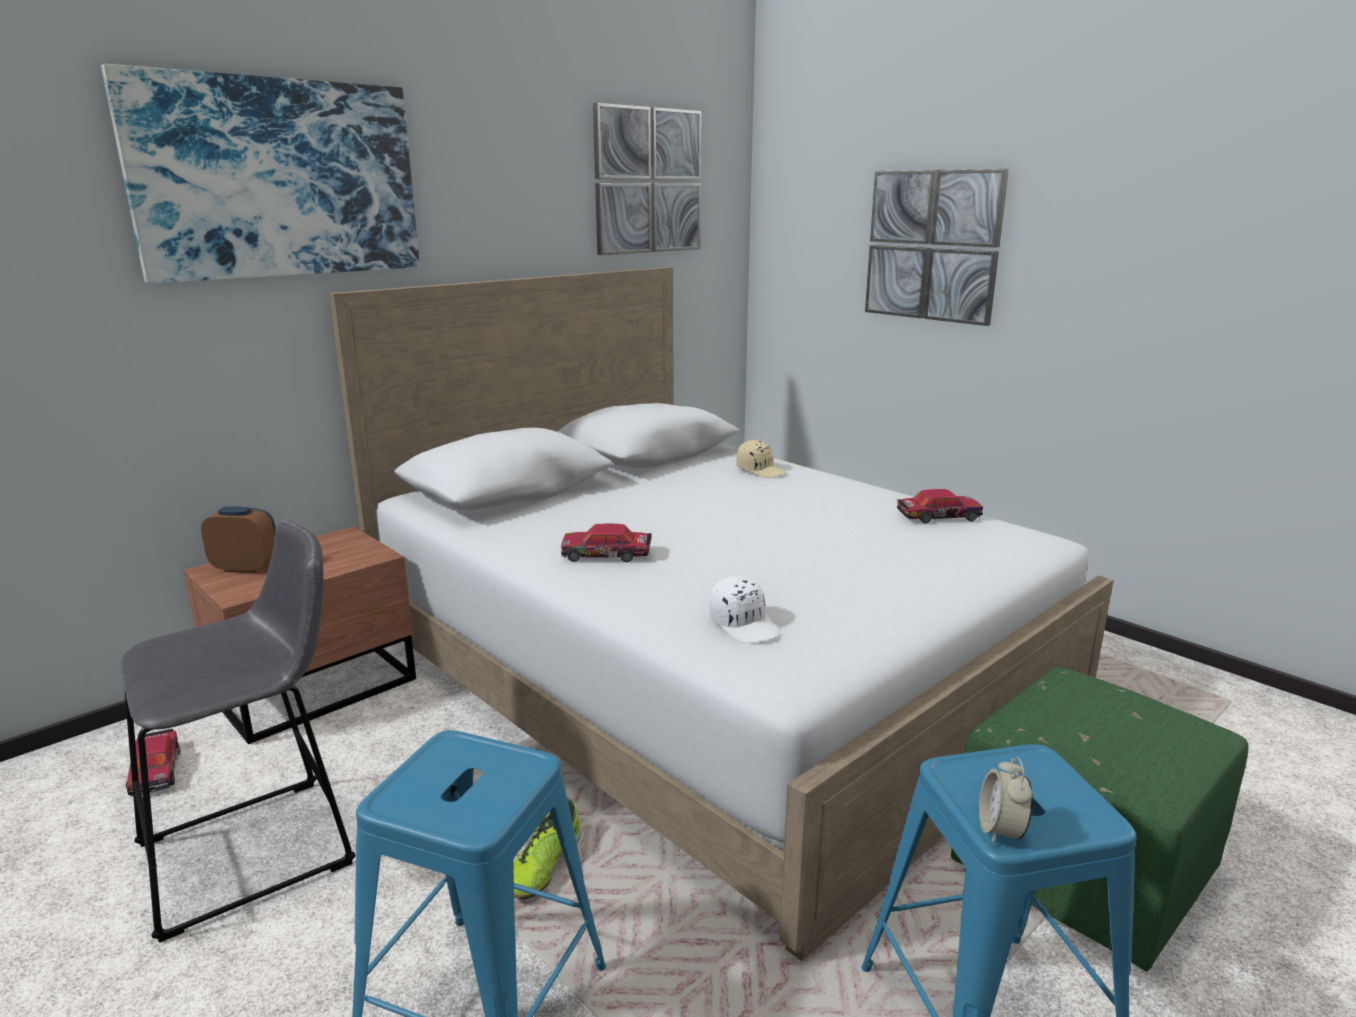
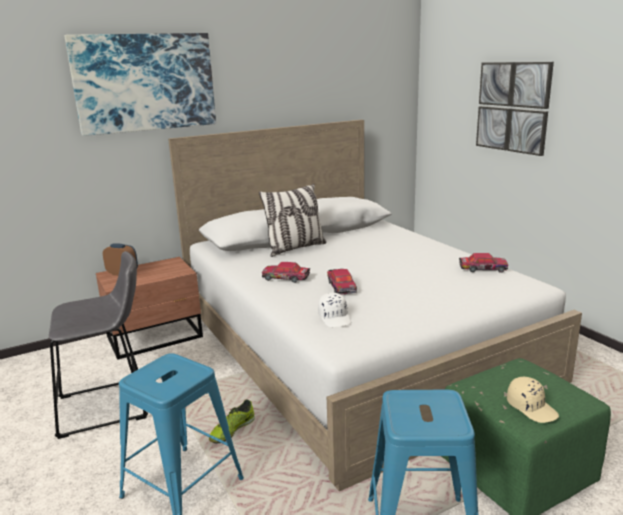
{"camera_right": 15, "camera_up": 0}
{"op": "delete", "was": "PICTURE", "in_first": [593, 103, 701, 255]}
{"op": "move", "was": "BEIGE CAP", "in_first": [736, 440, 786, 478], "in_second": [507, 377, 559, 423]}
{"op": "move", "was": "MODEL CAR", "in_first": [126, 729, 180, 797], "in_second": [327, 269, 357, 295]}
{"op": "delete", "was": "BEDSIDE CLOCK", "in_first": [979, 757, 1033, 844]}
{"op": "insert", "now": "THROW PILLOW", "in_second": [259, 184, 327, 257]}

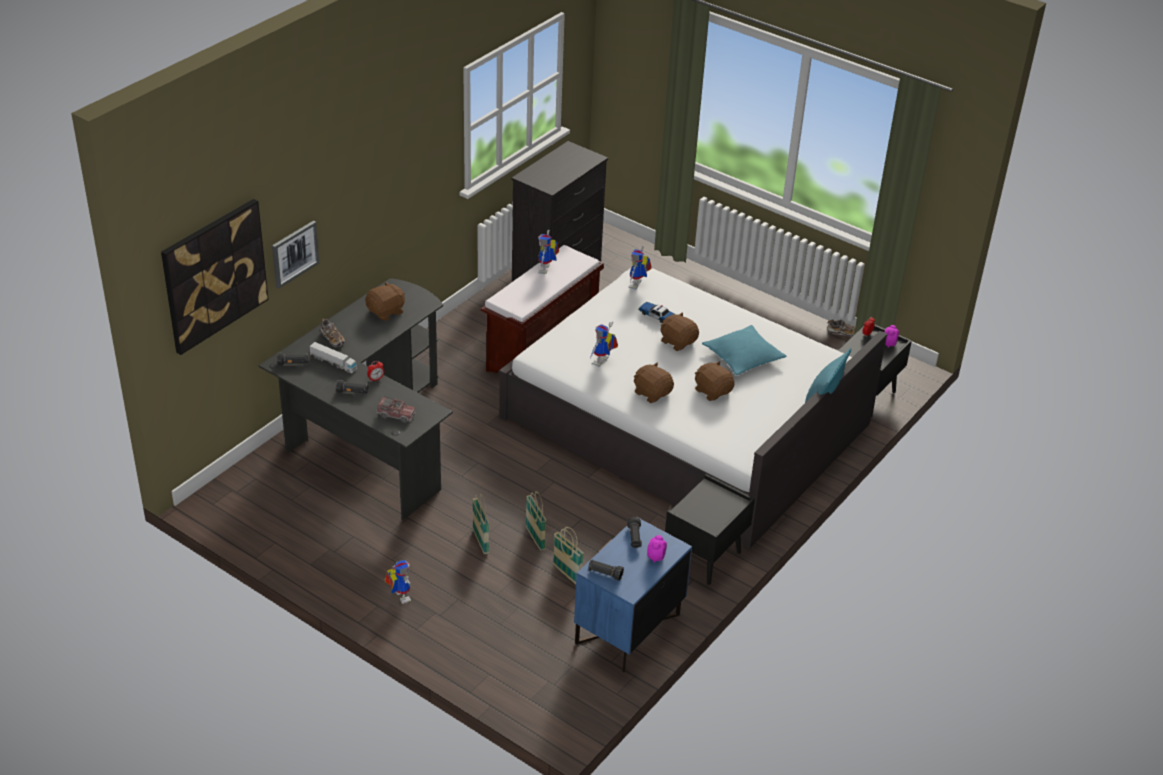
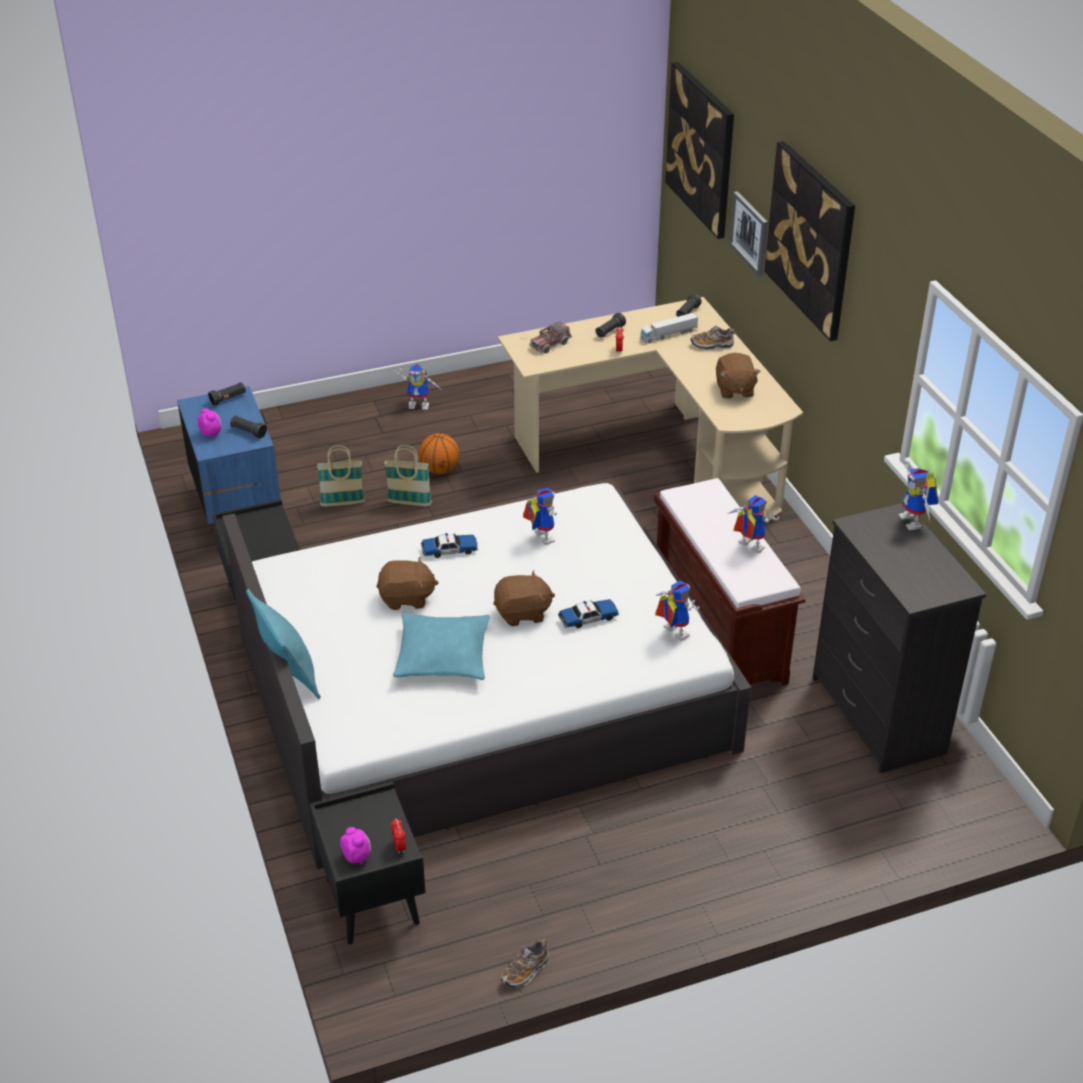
{"camera_right": 125, "camera_up": 0}
{"op": "recolor", "was": "BLACKISH DESK UNIT", "now": "BEIGE DESK UNIT", "in_first": [259, 278, 453, 520], "in_second": [498, 297, 803, 522]}
{"op": "replace", "was": "BROWN SOFT TOY", "now": "MODEL CAR", "in_first": [634, 362, 674, 403], "in_second": [421, 533, 478, 558]}
{"op": "replace", "was": "BASKET", "now": "BASKETBALL", "in_first": [472, 494, 489, 554], "in_second": [419, 433, 459, 474]}
{"op": "insert", "now": "PICTURE", "in_second": [764, 141, 855, 341]}
{"op": "insert", "now": "MODEL ROBOT", "in_second": [899, 460, 938, 531]}

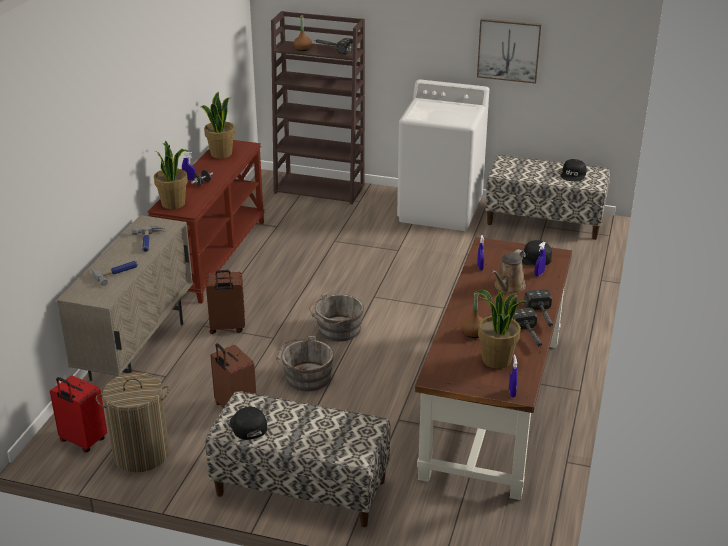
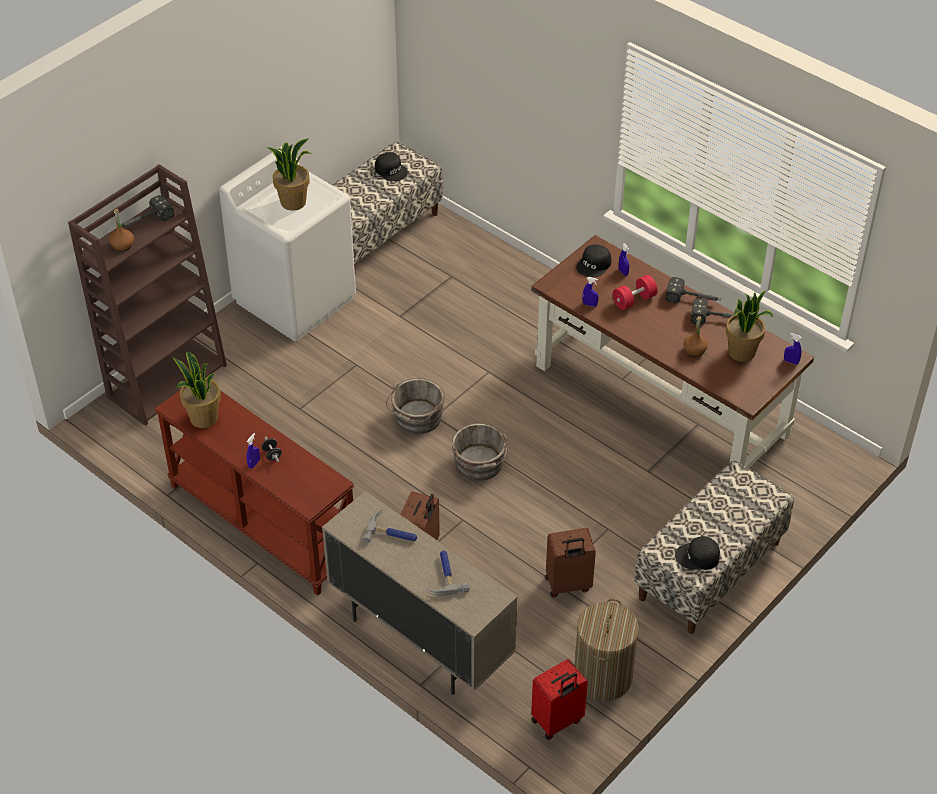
{"camera_right": -65, "camera_up": 15}
{"op": "delete", "was": "PICTURE", "in_first": [477, 18, 542, 84]}
{"op": "move", "was": "PLANT IN A POT", "in_first": [154, 140, 188, 209], "in_second": [267, 139, 311, 211]}
{"op": "replace", "was": "BROWN WATERING CAN", "now": "RED-COLOURED FREE WEIGHT", "in_first": [492, 249, 526, 294], "in_second": [613, 275, 658, 310]}
{"op": "move", "was": "GREYISH PAIL", "in_first": [276, 336, 334, 391], "in_second": [386, 378, 445, 434]}

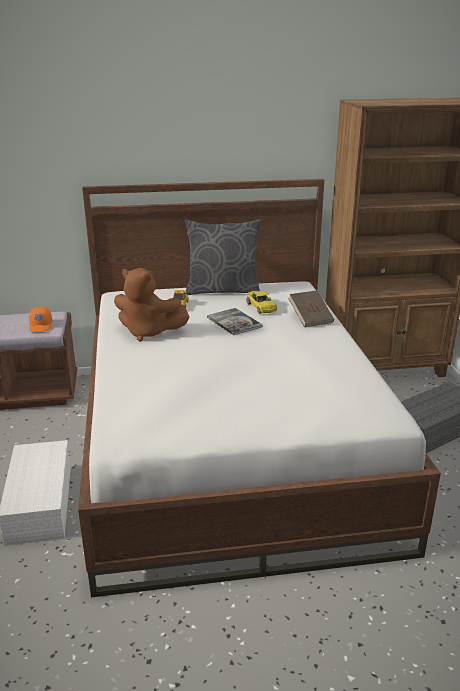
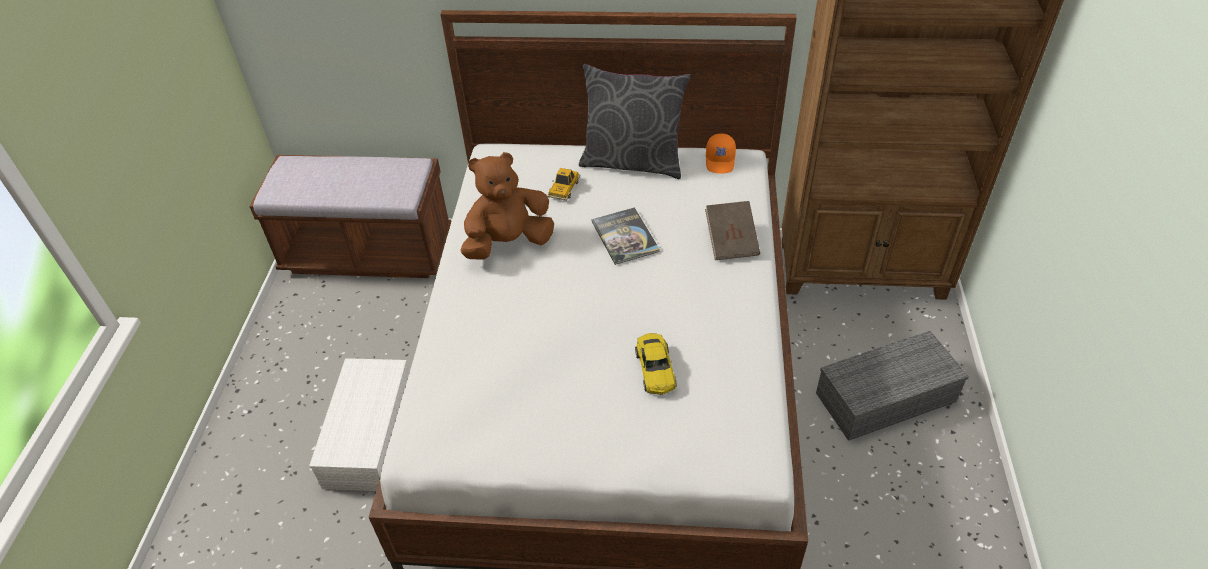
{"camera_right": 15, "camera_up": 20}
{"op": "rotate", "was": "BROWN SOFT TOY", "in_first": [114, 268, 189, 342], "in_second": [460, 152, 554, 260], "clockwise": 120}
{"op": "move", "was": "YELLOW-COLOURED MODEL CAR", "in_first": [246, 291, 277, 314], "in_second": [635, 333, 677, 395]}
{"op": "move", "was": "ORANGE CAP", "in_first": [29, 307, 52, 332], "in_second": [706, 133, 736, 174]}

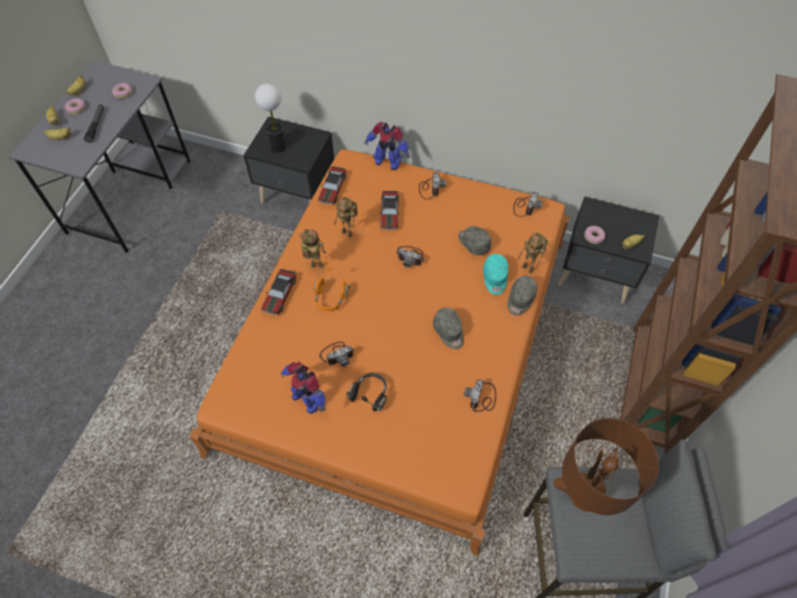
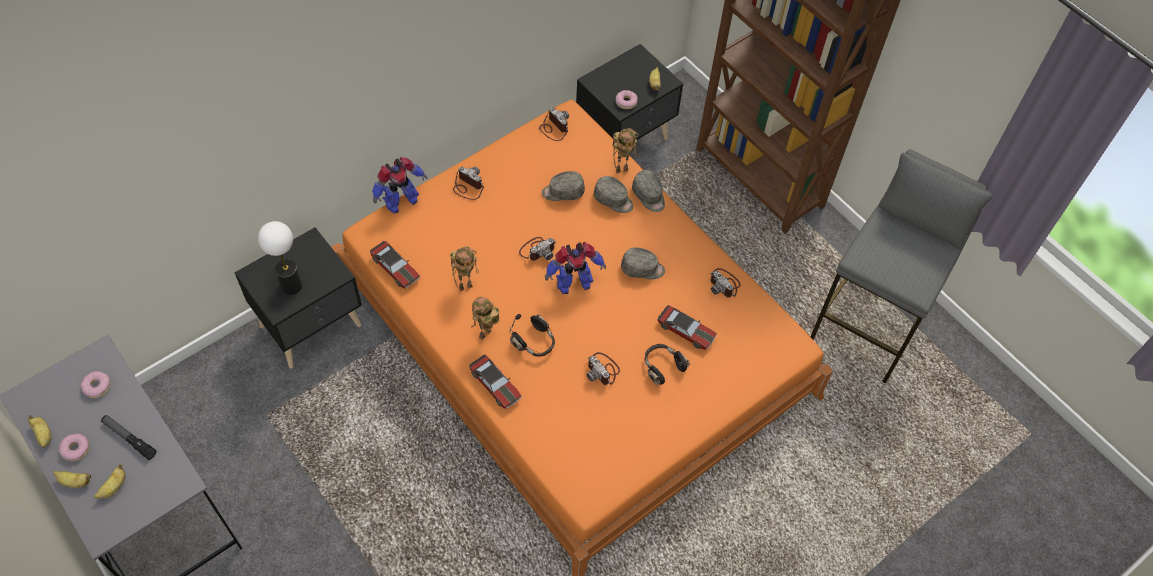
{"camera_right": -60, "camera_up": 0}
{"op": "move", "was": "MODEL CAR", "in_first": [379, 191, 400, 230], "in_second": [657, 305, 717, 350]}
{"op": "recolor", "was": "BLUE-GREEN CAP", "now": "GREYISH CAP", "in_first": [483, 254, 508, 295], "in_second": [594, 176, 633, 213]}
{"op": "recolor", "was": "ORANGE HEADSET", "now": "BLACKISH HEADSET", "in_first": [313, 267, 350, 311], "in_second": [509, 314, 555, 357]}
{"op": "rotate", "was": "PHOTO CAMERA", "in_first": [319, 341, 355, 367], "in_second": [587, 352, 620, 385], "clockwise": 135}
{"op": "move", "was": "MODEL ROBOT", "in_first": [281, 362, 326, 414], "in_second": [545, 242, 606, 294]}
{"op": "delete", "was": "BROWN TABLE LAMP", "in_first": [553, 418, 659, 515]}

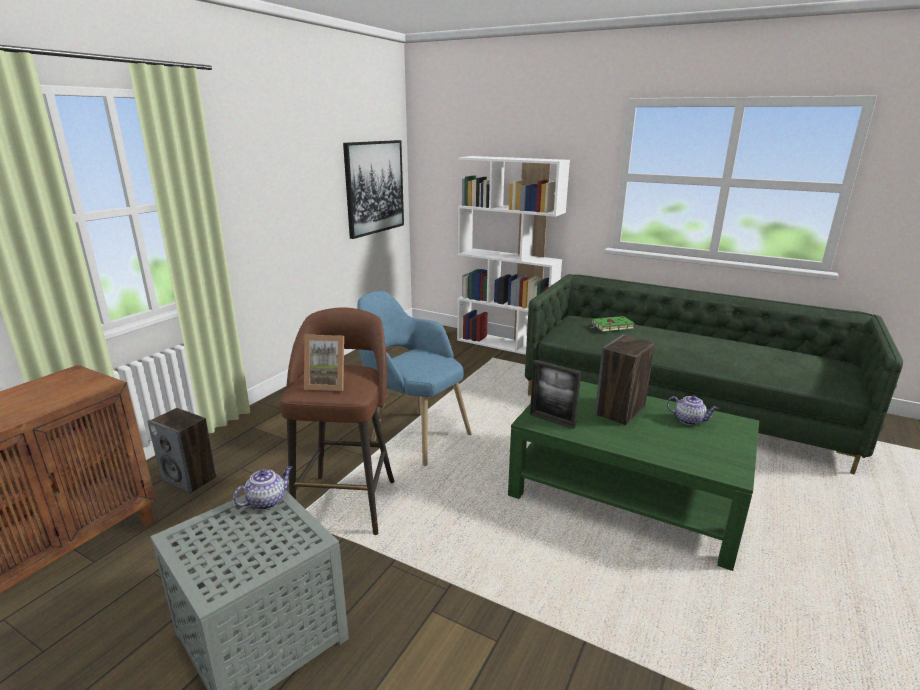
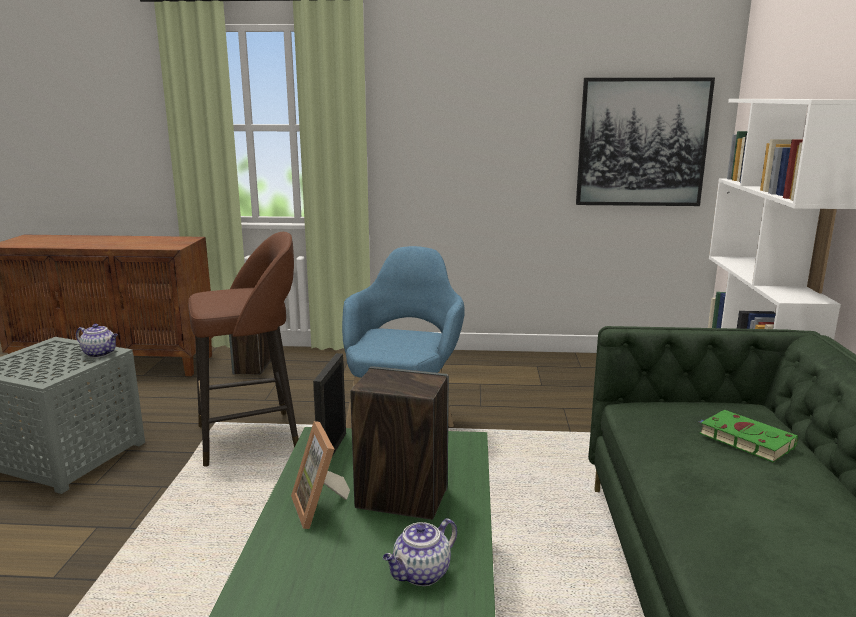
{"camera_right": 65, "camera_up": -5}
{"op": "move", "was": "PICTURE FRAME", "in_first": [304, 335, 344, 391], "in_second": [291, 421, 350, 529]}
{"op": "rotate", "was": "TEAPOT", "in_first": [667, 395, 718, 425], "in_second": [383, 519, 457, 586], "clockwise": 45}

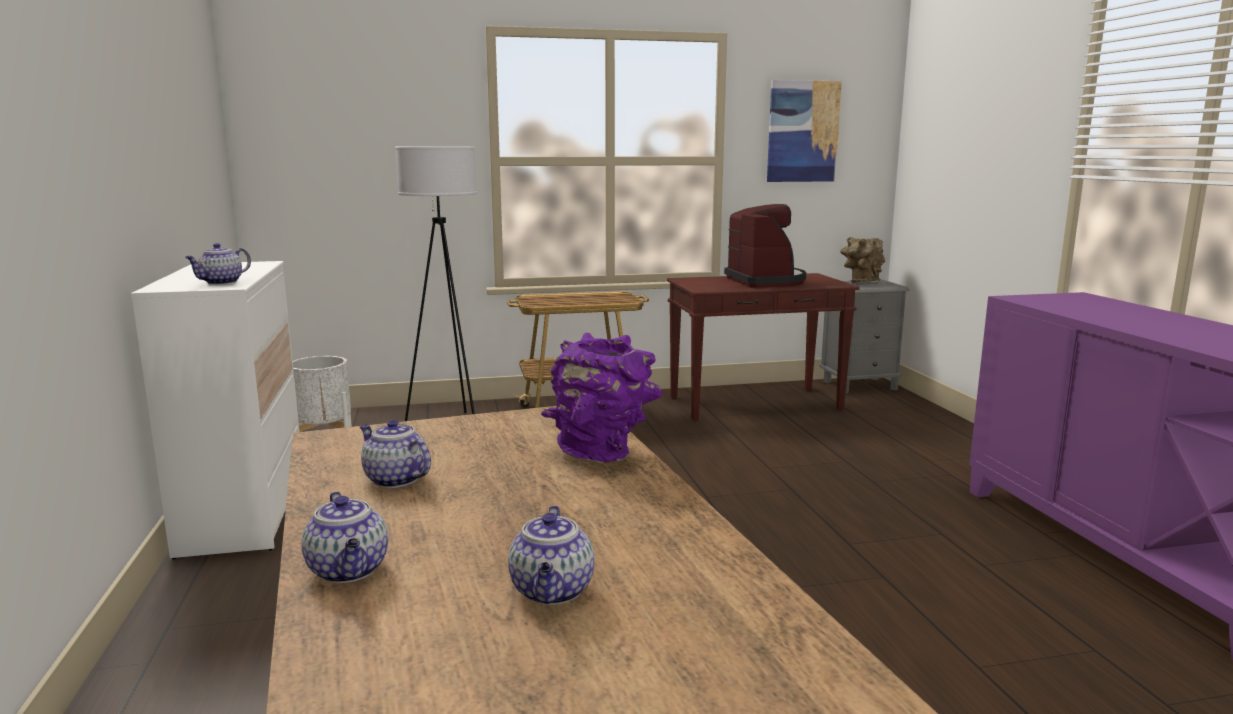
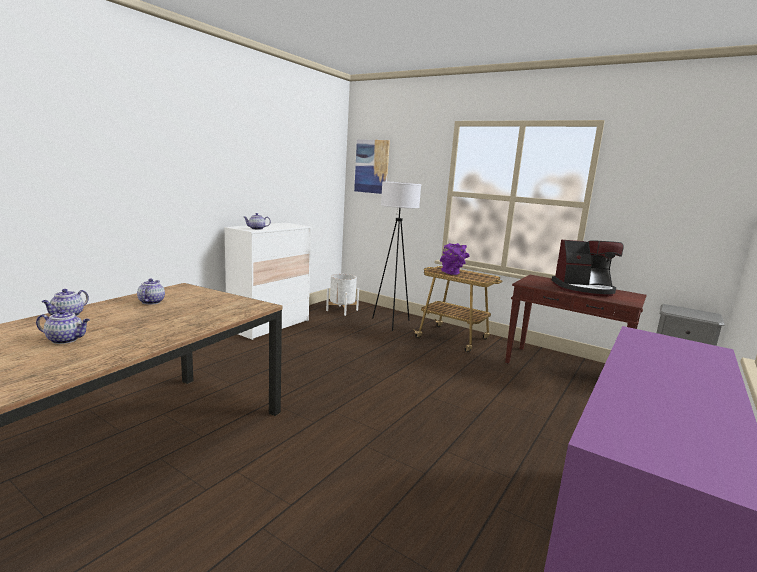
{"camera_right": 45, "camera_up": 0}
{"op": "move", "was": "PICTURE", "in_first": [767, 80, 842, 182], "in_second": [354, 139, 390, 194]}
{"op": "rotate", "was": "COFFEE MACHINE", "in_first": [724, 204, 806, 288], "in_second": [552, 240, 624, 297], "clockwise": 60}
{"op": "delete", "was": "BROWN VASE", "in_first": [840, 237, 885, 283]}
{"op": "move", "was": "PURPLE VASE", "in_first": [541, 333, 662, 463], "in_second": [440, 243, 470, 275]}
{"op": "rotate", "was": "TEAPOT", "in_first": [508, 505, 595, 605], "in_second": [36, 310, 90, 344], "clockwise": -135}

